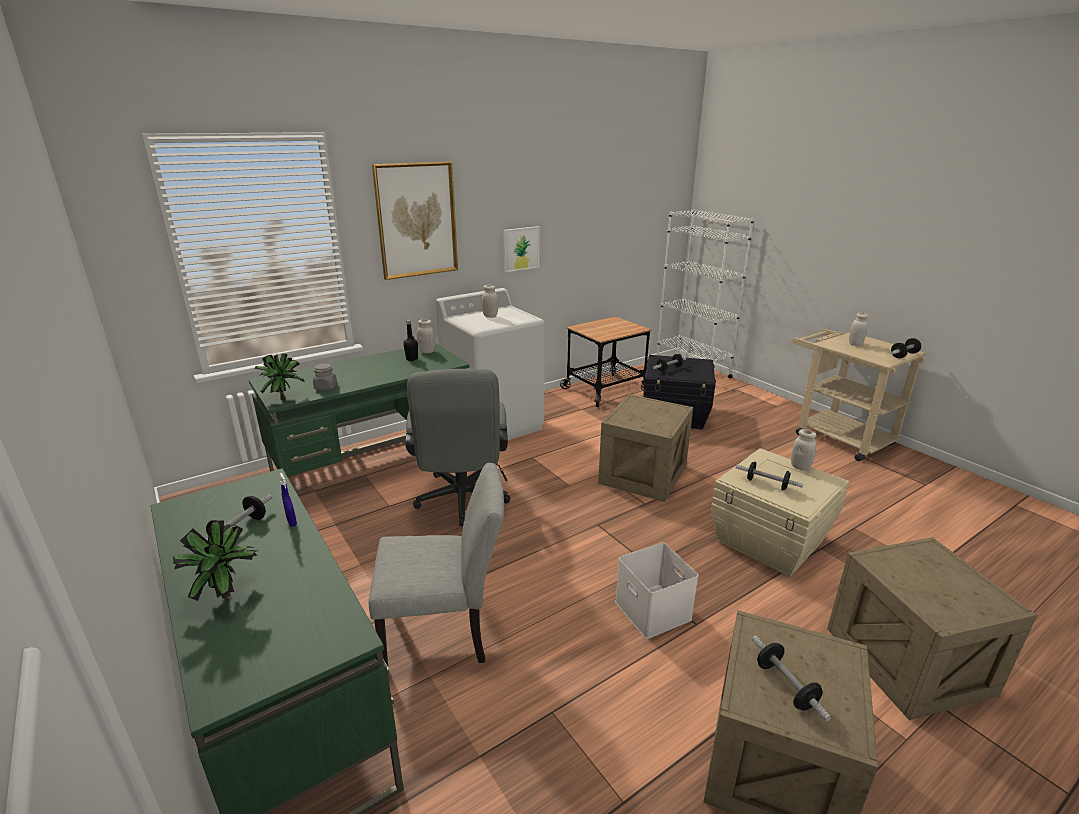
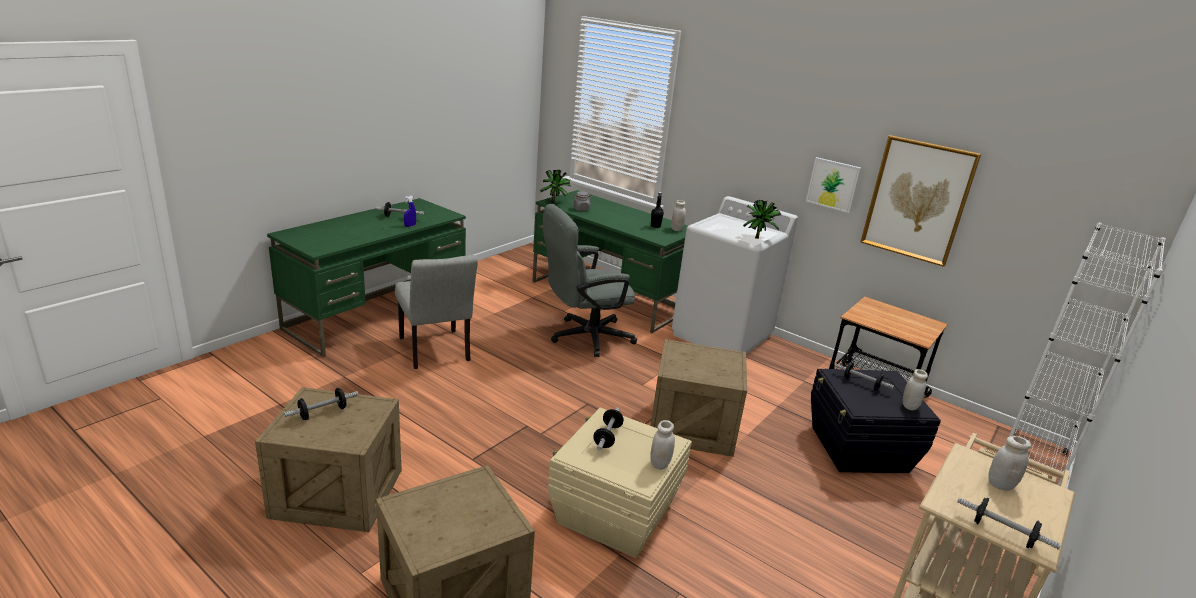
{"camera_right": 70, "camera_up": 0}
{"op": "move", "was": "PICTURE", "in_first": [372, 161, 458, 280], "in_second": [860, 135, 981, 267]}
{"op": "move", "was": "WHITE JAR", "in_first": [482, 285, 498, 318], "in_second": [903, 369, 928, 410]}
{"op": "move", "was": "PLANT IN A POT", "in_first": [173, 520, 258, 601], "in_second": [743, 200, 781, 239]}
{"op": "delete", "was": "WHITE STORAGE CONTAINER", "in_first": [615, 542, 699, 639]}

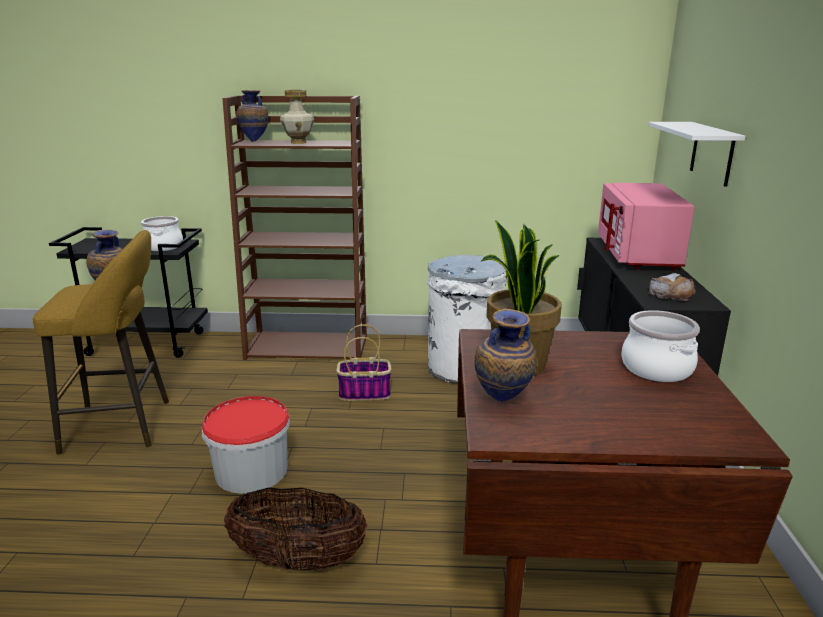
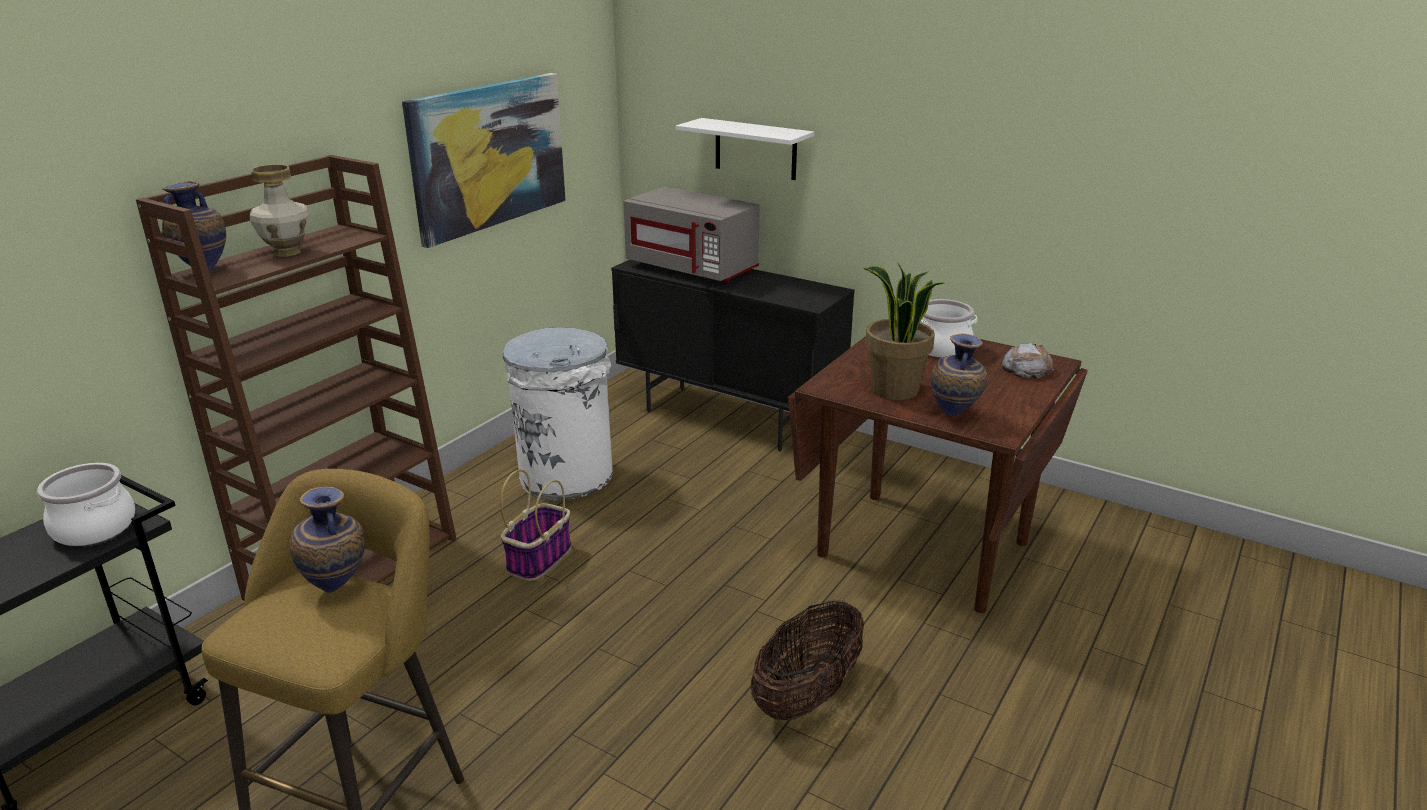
{"camera_right": -60, "camera_up": 5}
{"op": "recolor", "was": "PINKISH KITCHEN MICROWAVE", "now": "GREYISH KITCHEN MICROWAVE", "in_first": [598, 183, 695, 271], "in_second": [623, 186, 760, 283]}
{"op": "move", "was": "BREAD", "in_first": [649, 273, 696, 301], "in_second": [1002, 343, 1055, 379]}
{"op": "delete", "was": "PAIL", "in_first": [202, 396, 290, 494]}
{"op": "insert", "now": "PICTURE", "in_second": [402, 73, 565, 248]}

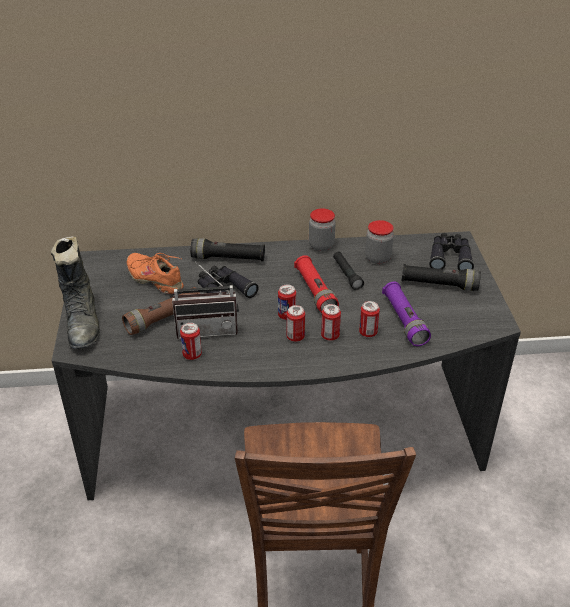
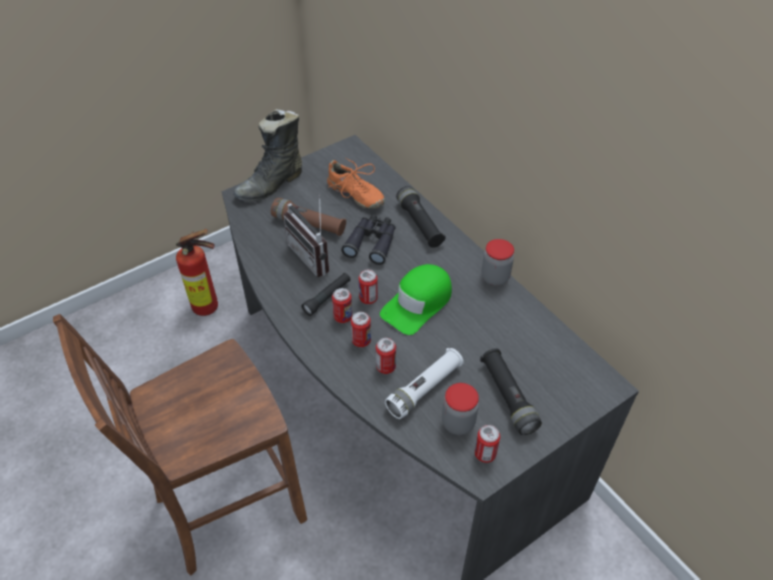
{"camera_right": 60, "camera_up": 10}
{"op": "move", "was": "JAR", "in_first": [365, 220, 394, 264], "in_second": [442, 383, 479, 435]}
{"op": "delete", "was": "BLACKISH BINOCULARS", "in_first": [429, 233, 474, 271]}
{"op": "move", "was": "BLACKISH TORCH", "in_first": [333, 252, 364, 290], "in_second": [301, 273, 351, 316]}
{"op": "rotate", "was": "ORANGE SHOE", "in_first": [126, 253, 184, 294], "in_second": [327, 158, 385, 209], "clockwise": 120}
{"op": "replace", "was": "RED-COLOURED TORCH", "now": "GREEN CAP", "in_first": [294, 255, 339, 313], "in_second": [380, 264, 452, 335]}
{"op": "recolor", "was": "PURPLE TORCH", "now": "WHITE TORCH", "in_first": [382, 281, 431, 346], "in_second": [385, 348, 464, 419]}
{"op": "move", "was": "METAL CAN", "in_first": [180, 323, 202, 360], "in_second": [475, 425, 500, 463]}
{"op": "insert", "now": "FIRE EXTINGUISHER", "in_second": [176, 229, 218, 316]}

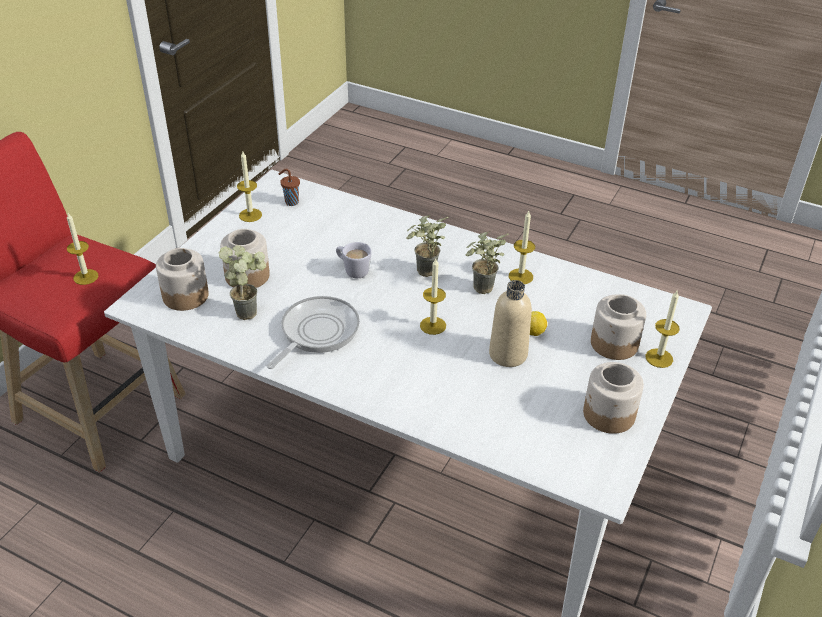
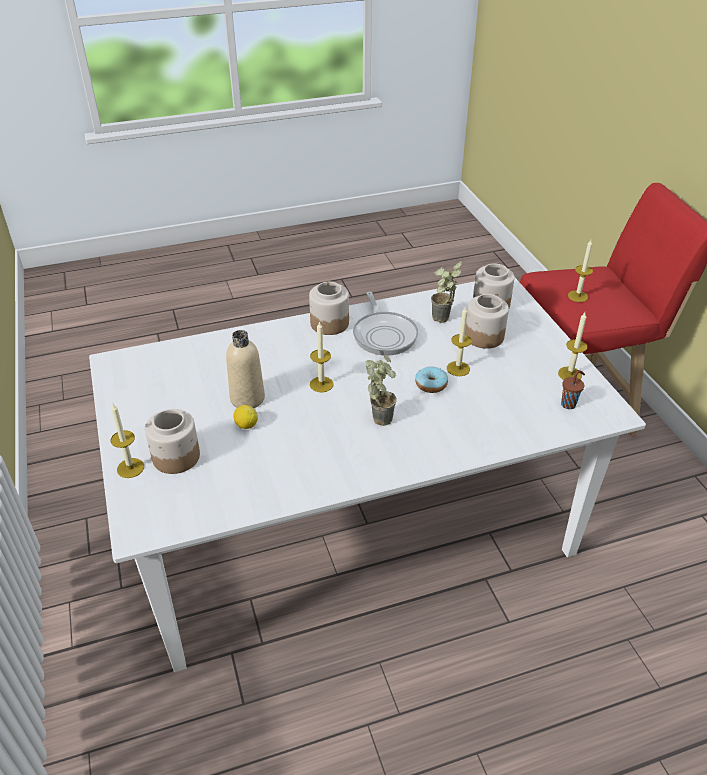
{"camera_right": 135, "camera_up": 0}
{"op": "move", "was": "CANDLE", "in_first": [509, 211, 535, 284], "in_second": [447, 306, 472, 376]}
{"op": "delete", "was": "PLANT IN A POT", "in_first": [465, 231, 508, 294]}
{"op": "replace", "was": "WHITE TEA MUG", "now": "DOUGHNUT", "in_first": [336, 242, 372, 278], "in_second": [415, 367, 448, 393]}
{"op": "move", "was": "JAR", "in_first": [583, 362, 644, 434], "in_second": [309, 282, 349, 335]}

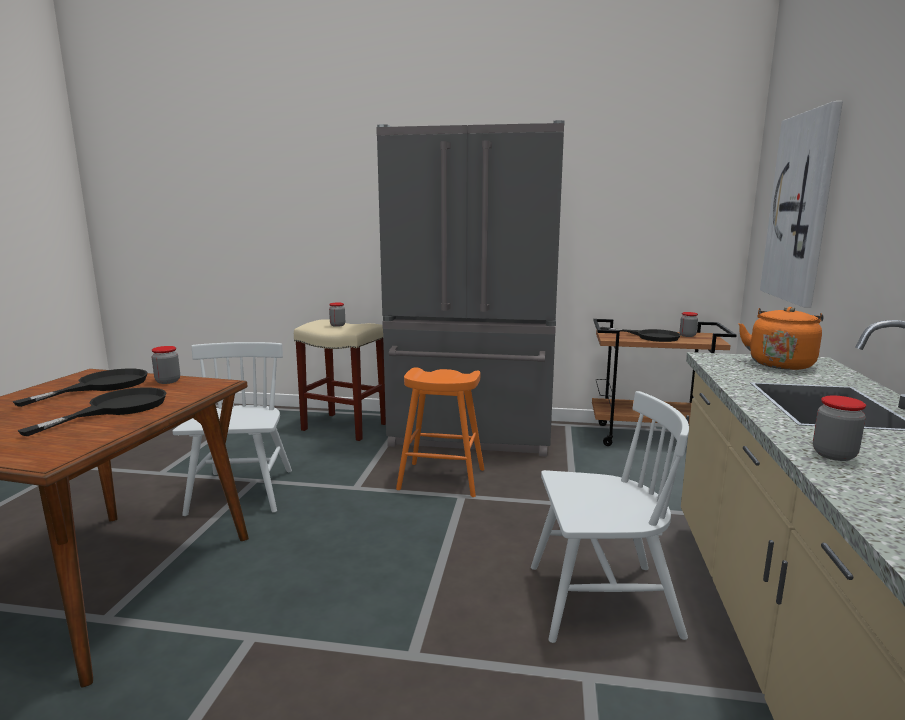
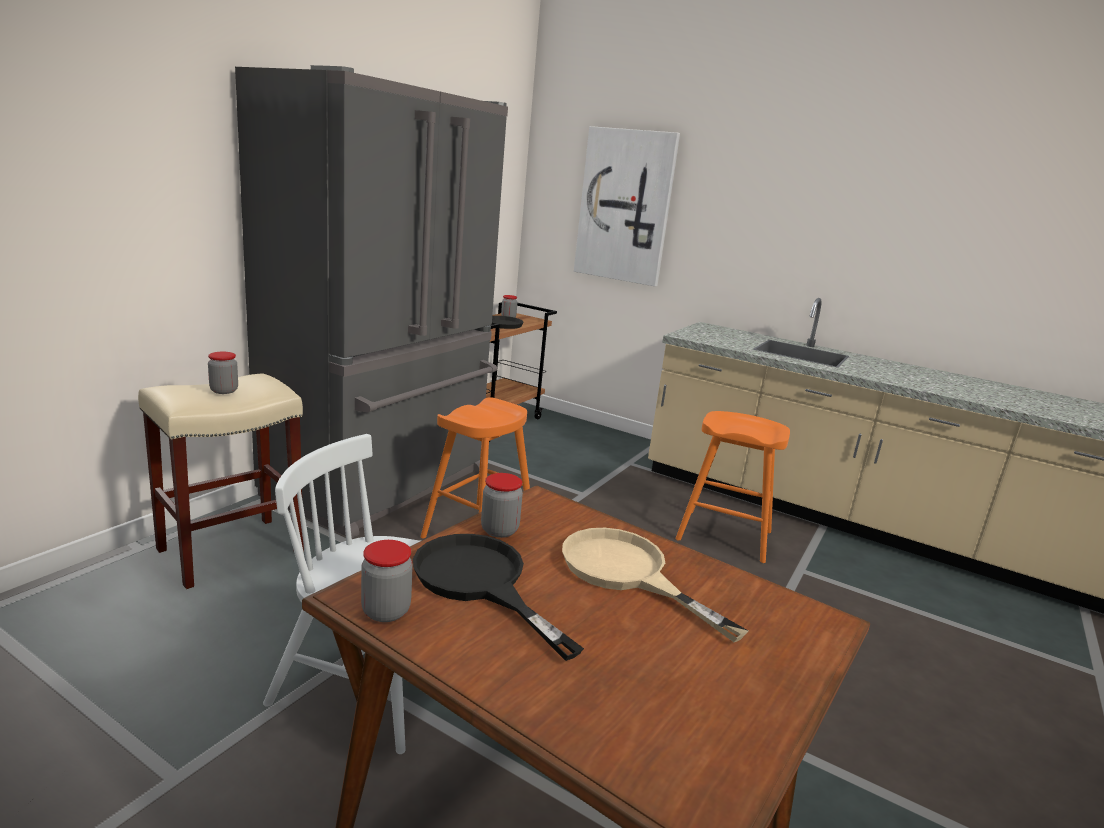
{"camera_right": -70, "camera_up": 5}
{"op": "delete", "was": "ORANGE WATER KETTLE", "in_first": [739, 307, 823, 370]}
{"op": "recolor", "was": "BLACKISH FRYING PAN", "now": "BEIGE FRYING PAN", "in_first": [17, 388, 167, 436], "in_second": [562, 528, 748, 642]}
{"op": "replace", "was": "WHITE UPRIGHT CHAIR", "now": "ORANGE STOOL SEAT", "in_first": [531, 391, 689, 643], "in_second": [675, 411, 790, 563]}
{"op": "move", "was": "JAR", "in_first": [813, 396, 866, 461], "in_second": [361, 540, 413, 622]}

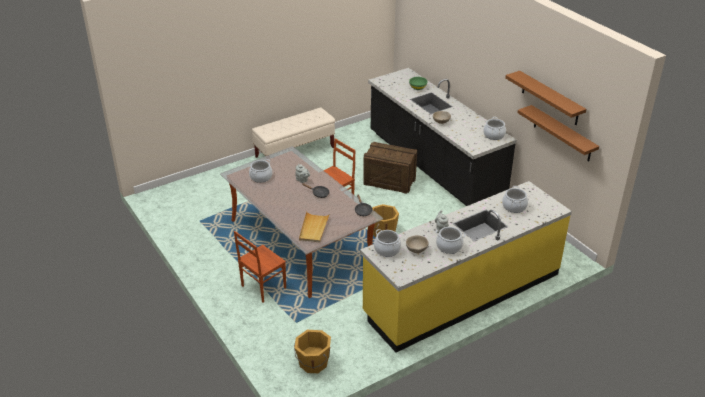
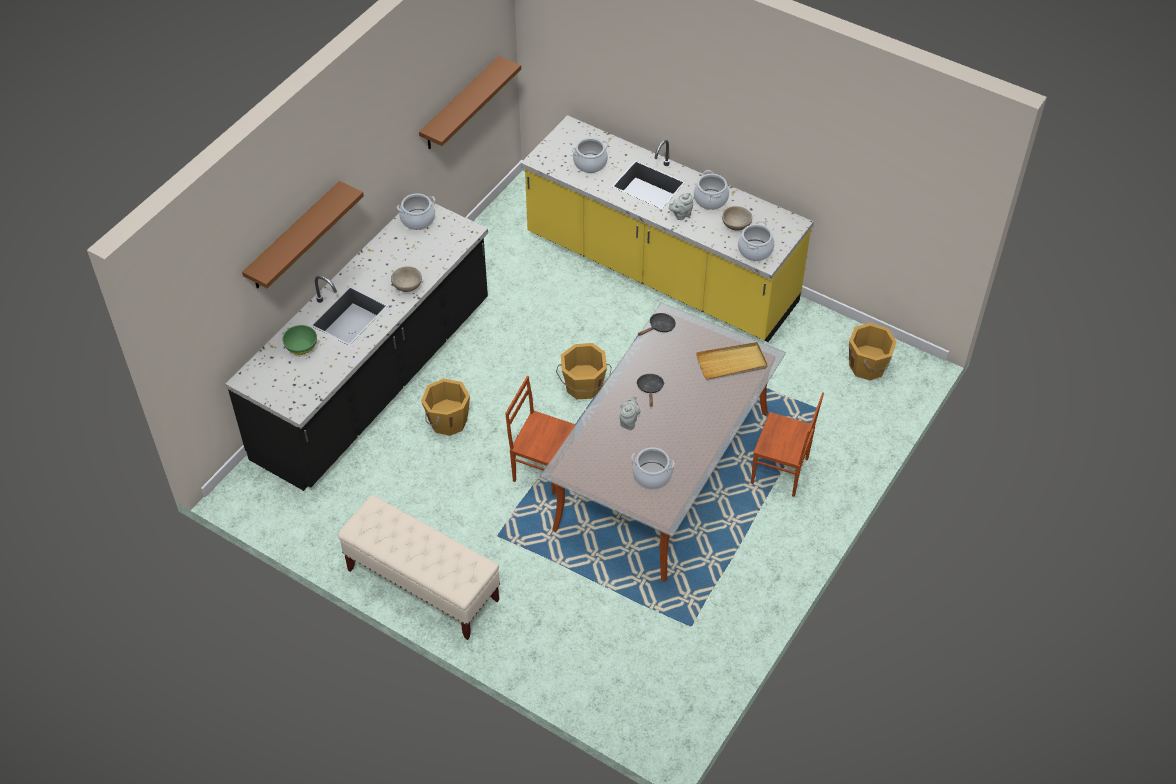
{"camera_right": -115, "camera_up": 15}
{"op": "move", "was": "BROWN BRACKET SHELF", "in_first": [505, 71, 586, 125], "in_second": [242, 181, 364, 289]}
{"op": "replace", "was": "SHIPPING CRATE", "now": "ORANGE PAIL", "in_first": [363, 142, 417, 194], "in_second": [421, 379, 470, 436]}

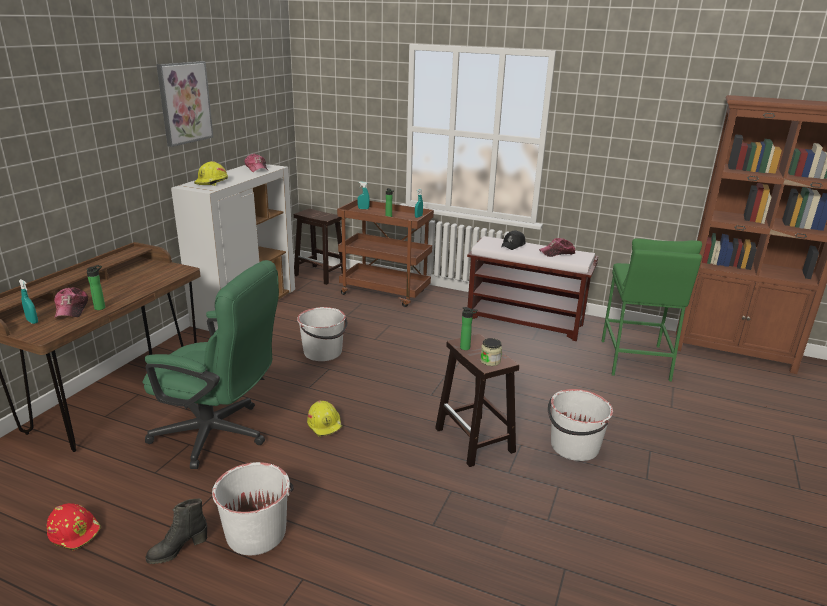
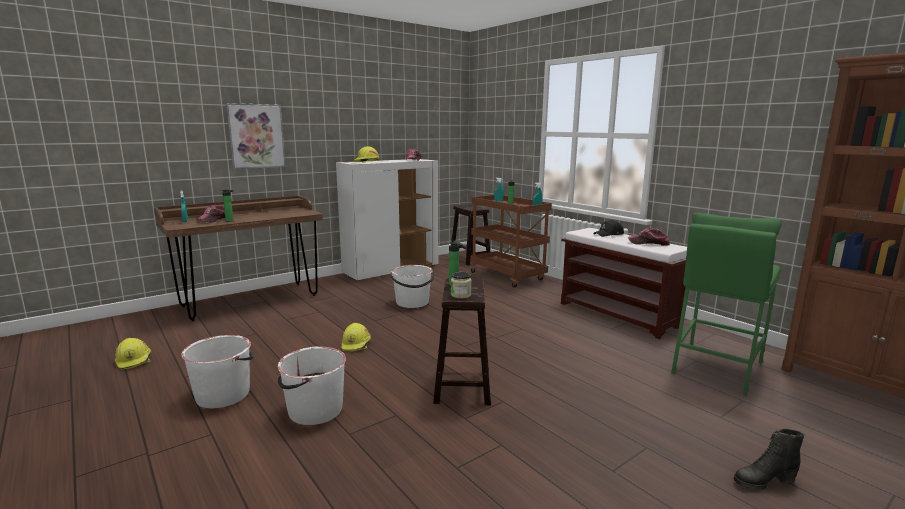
{"camera_right": 30, "camera_up": -10}
{"op": "move", "was": "PICTURE", "in_first": [156, 61, 213, 147], "in_second": [226, 103, 286, 169]}
{"op": "delete", "was": "GREEN OFFICE CHAIR", "in_first": [142, 260, 279, 469]}
{"op": "move", "was": "WHITE PAIL", "in_first": [548, 389, 613, 461], "in_second": [277, 346, 346, 425]}
{"op": "move", "was": "BLACKISH HIGH-TOP BOOT", "in_first": [146, 499, 207, 564], "in_second": [734, 429, 804, 490]}
{"op": "recolor", "was": "RED-COLOURED SAFETY HELMET", "now": "YELLOW-COLOURED SAFETY HELMET", "in_first": [47, 503, 101, 551], "in_second": [115, 338, 151, 370]}

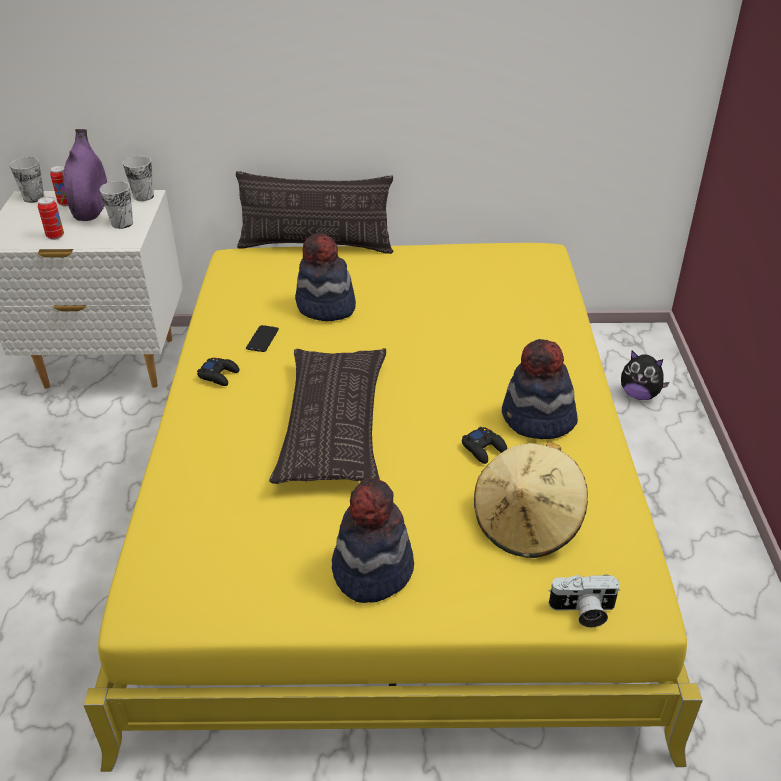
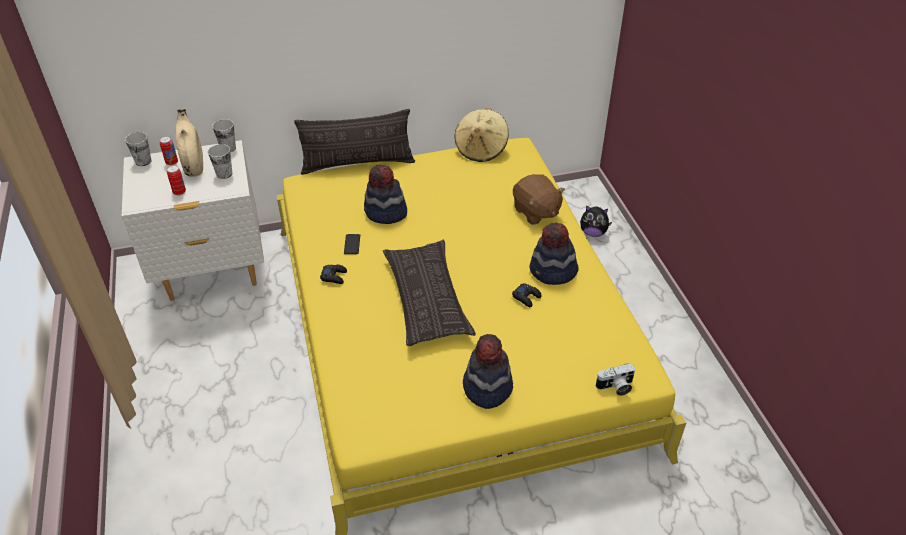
{"camera_right": -15, "camera_up": 5}
{"op": "recolor", "was": "PURPLE VASE", "now": "BEIGE VASE", "in_first": [64, 129, 107, 221], "in_second": [176, 108, 203, 177]}
{"op": "move", "was": "BEIGE CLOTHING HAT", "in_first": [474, 442, 588, 558], "in_second": [455, 108, 509, 162]}
{"op": "insert", "now": "BROWN SOFT TOY", "in_second": [513, 174, 565, 225]}

